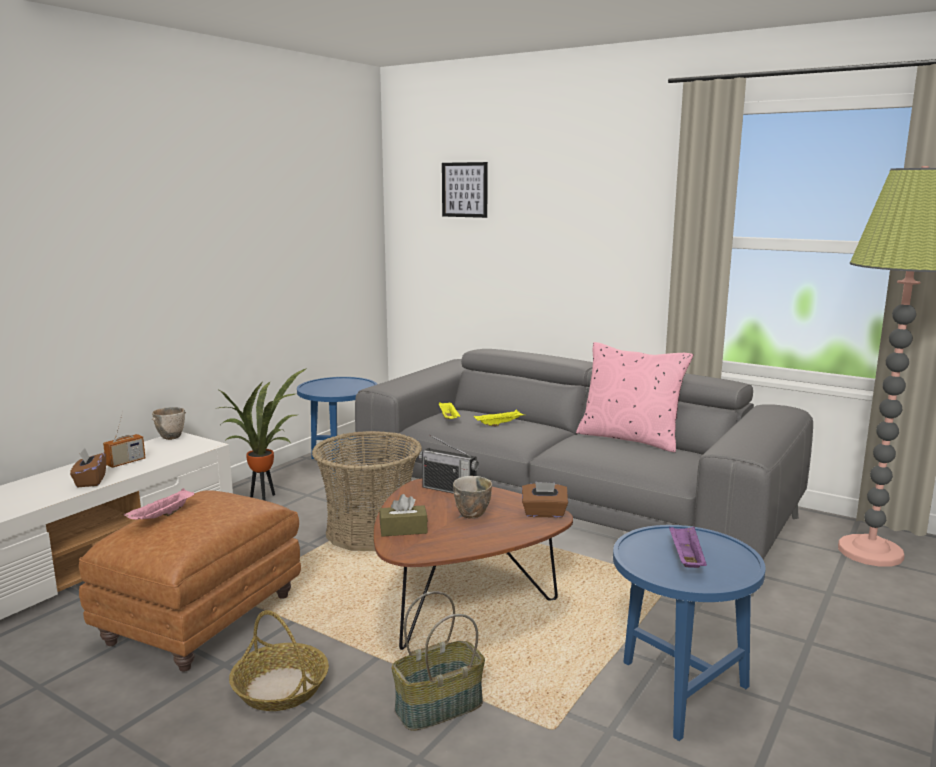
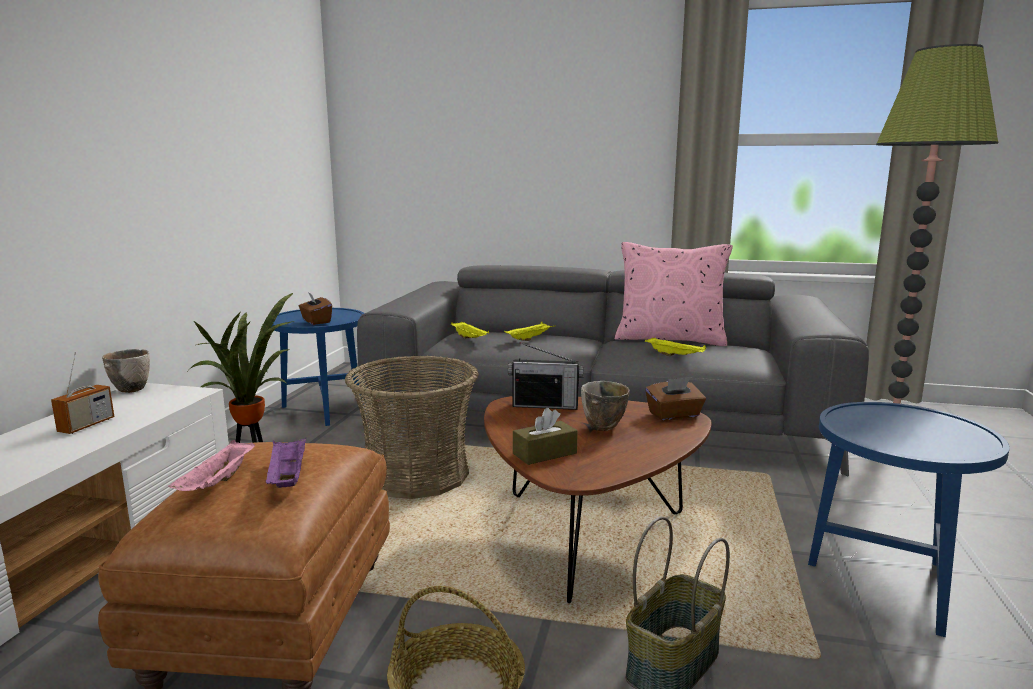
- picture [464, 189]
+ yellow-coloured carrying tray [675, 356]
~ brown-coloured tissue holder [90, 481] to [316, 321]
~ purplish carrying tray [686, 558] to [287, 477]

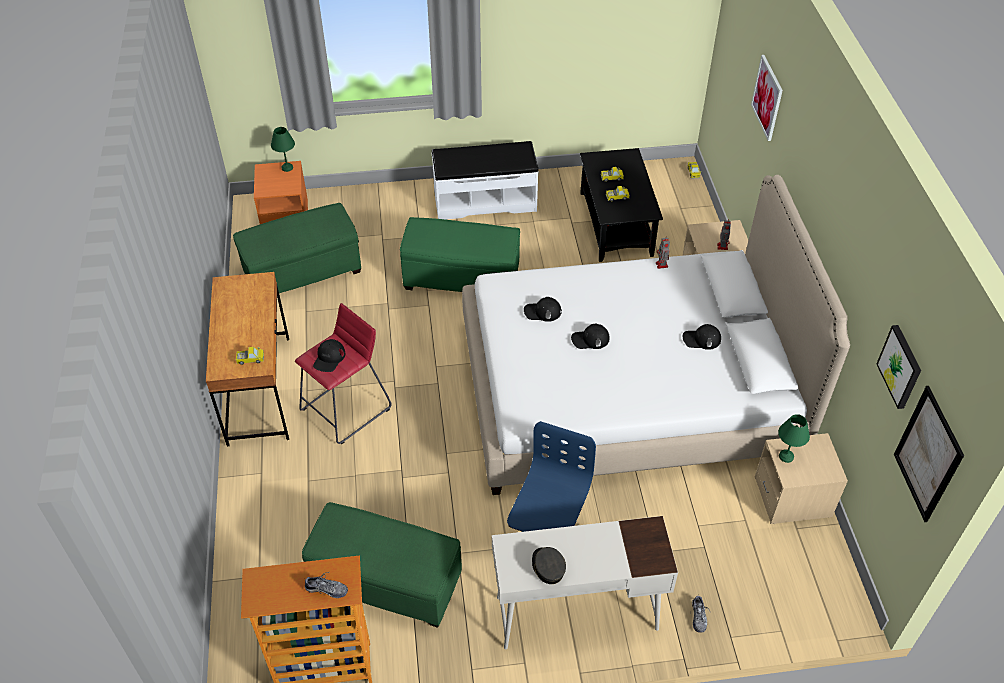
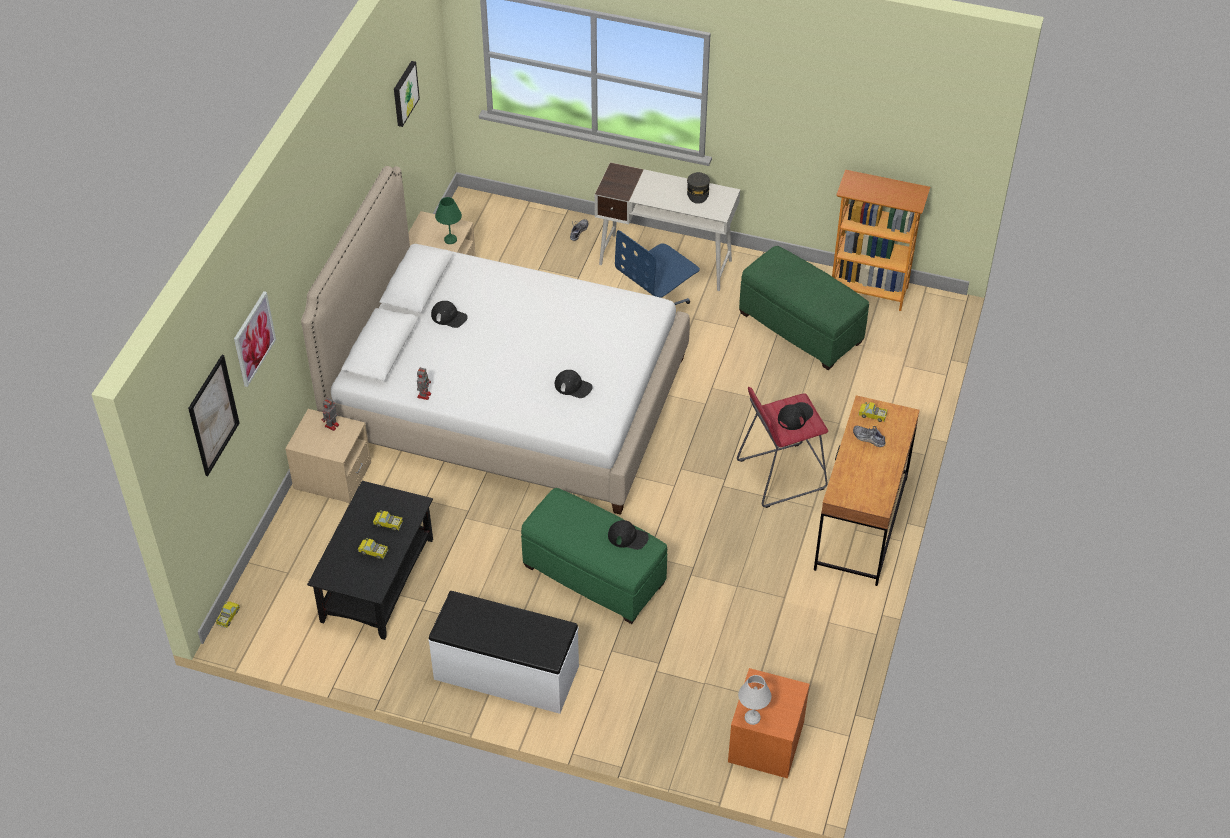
- green-coloured ottoman [302, 272]
~ low shoe [326, 589] to [868, 438]
~ black-coloured peaked cap [590, 339] to [628, 537]
~ picture [927, 454] to [213, 415]
~ green-coloured tabletop lamp [286, 168] to whitish tabletop lamp [753, 717]

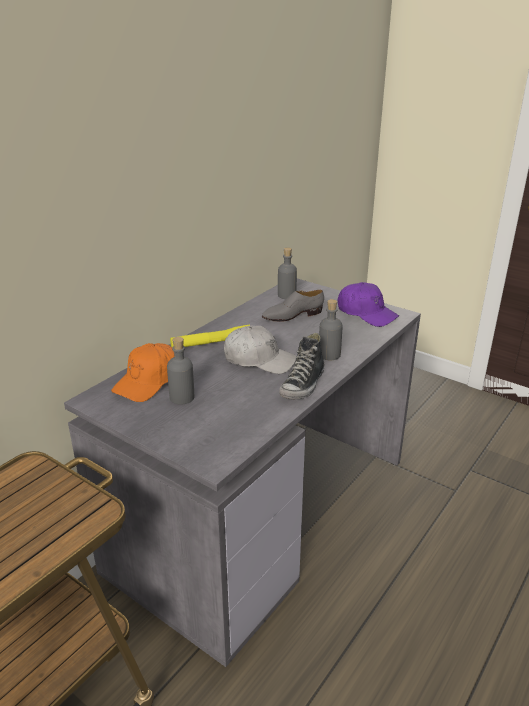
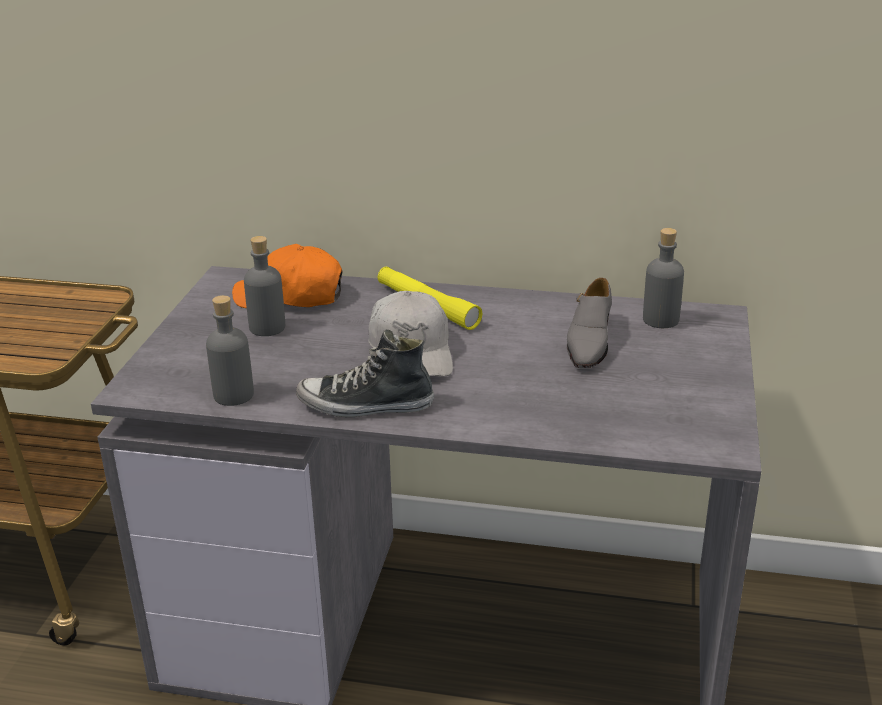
- purplish peaked cap [366, 313]
~ greyish drink bottle [329, 355] to [233, 395]
~ greyish low shoe [292, 315] = [588, 343] 120 degrees counterclockwise

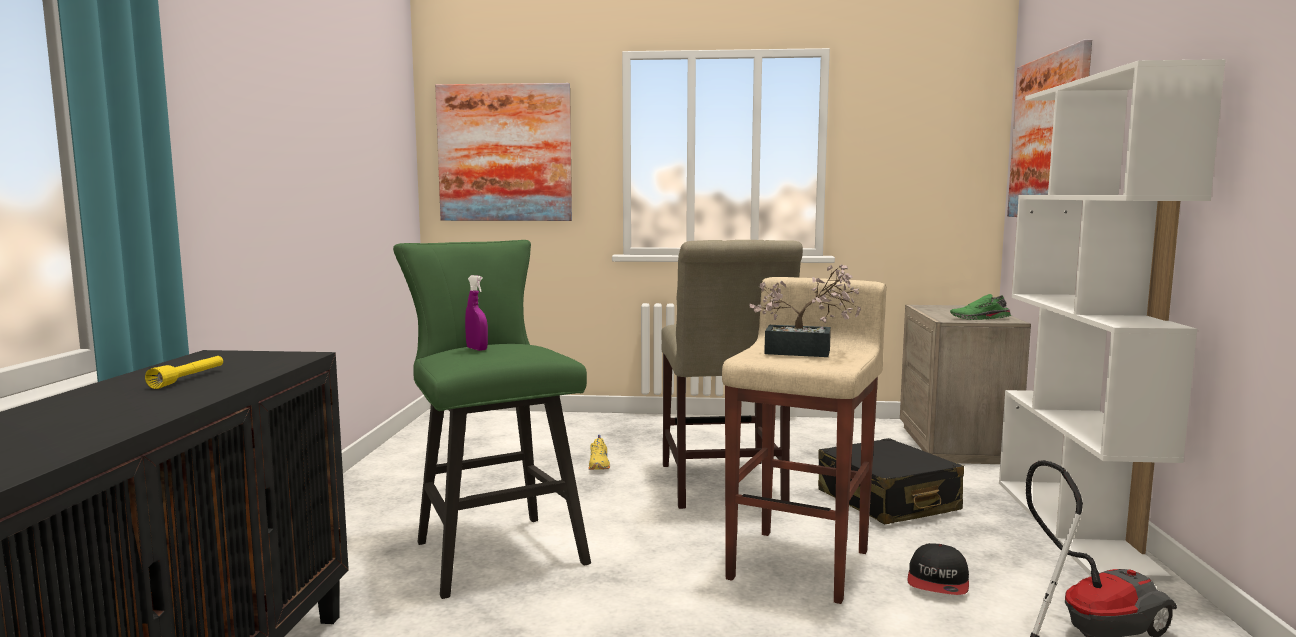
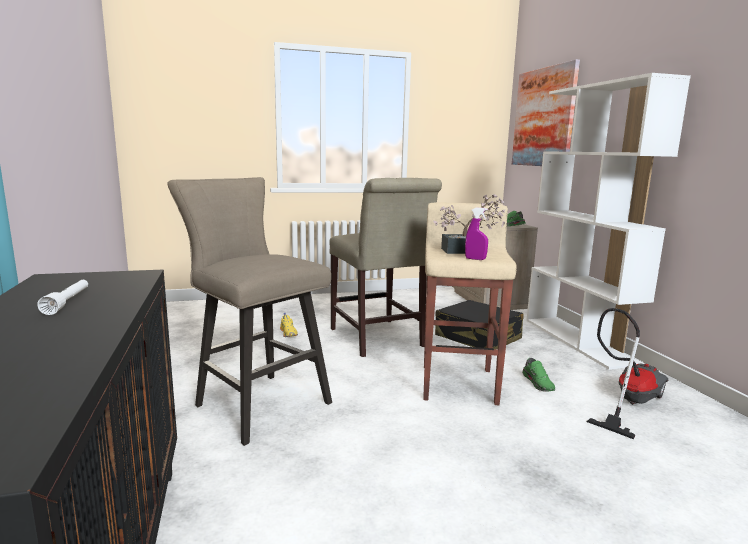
- picture [505, 153]
~ purplish hand sprayer [477, 349] to [475, 259]
~ peaked cap [938, 582] to green-coloured low shoe [539, 383]
~ yellow-coloured flashlight [188, 379] to whitish flashlight [68, 302]
~ green-coloured stool seat [493, 549] to beige stool seat [256, 402]

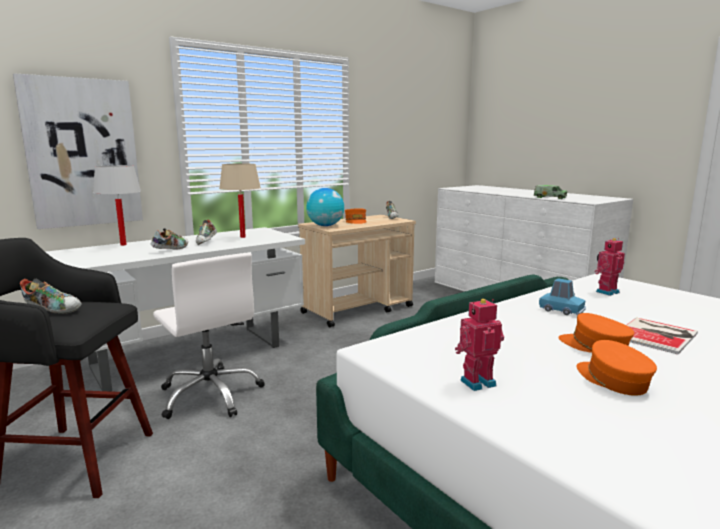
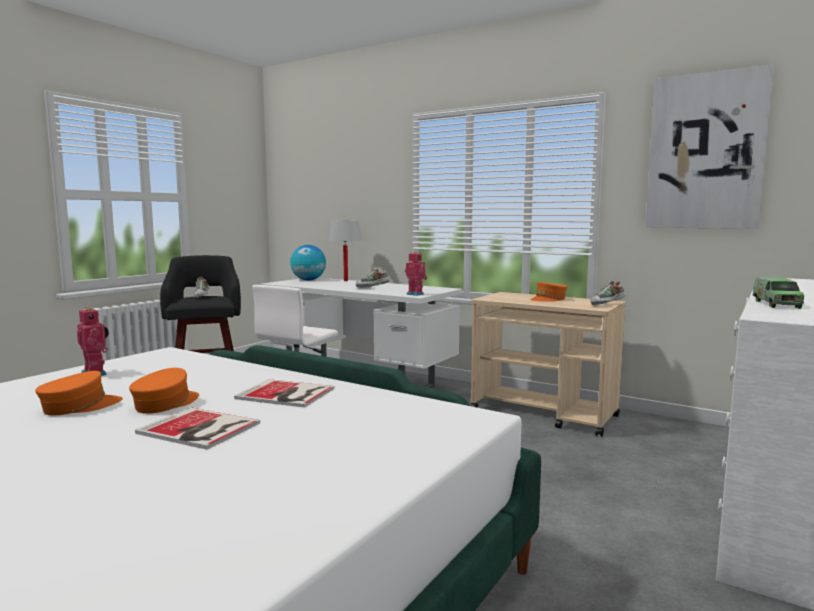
- low shoe [170, 250]
- beige tabletop lamp [243, 237]
~ picture [82, 153] to [705, 152]
~ globe [325, 226] to [308, 280]
~ toy robot [606, 292] to [416, 294]
~ blue-coloured toy car [561, 310] to book [286, 394]

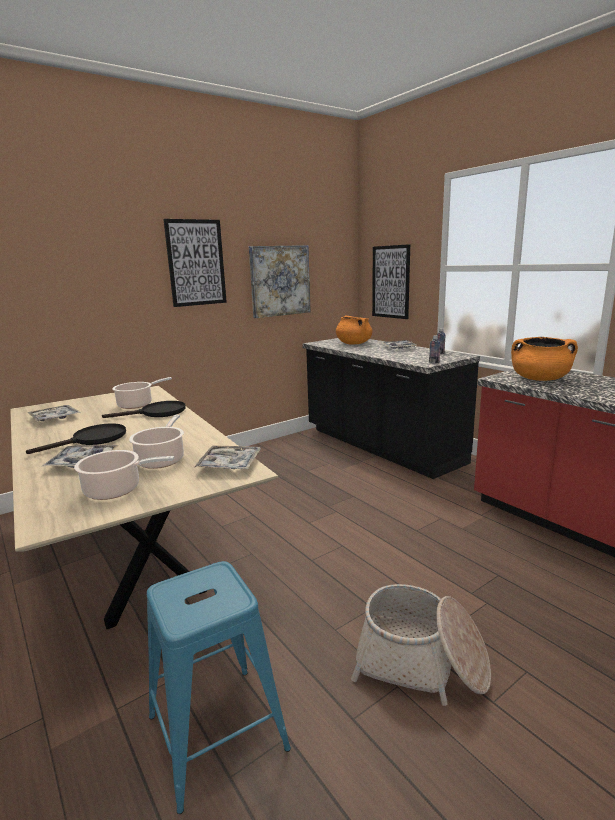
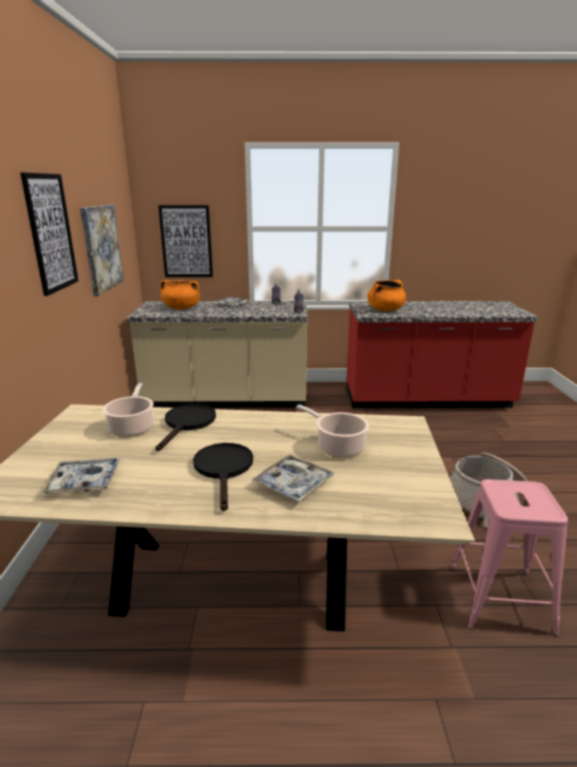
- saucepot [116, 490]
- carrying tray [229, 464]
~ blue-coloured stool seat [217, 731] to pink-coloured stool seat [499, 598]
~ black-coloured kitchen counter [380, 446] to beige kitchen counter [226, 400]

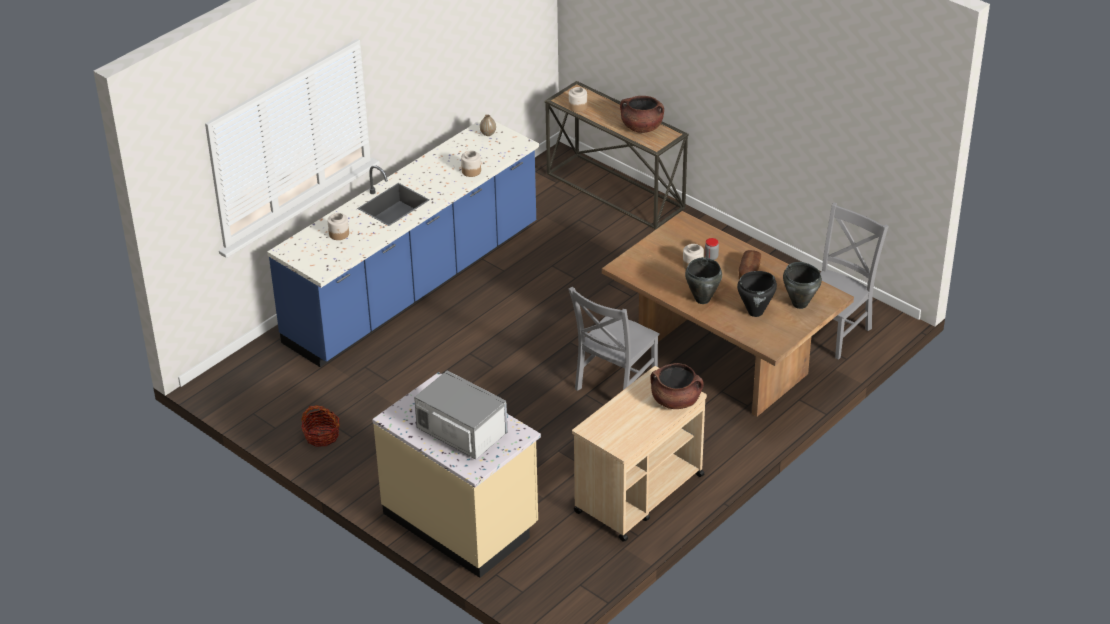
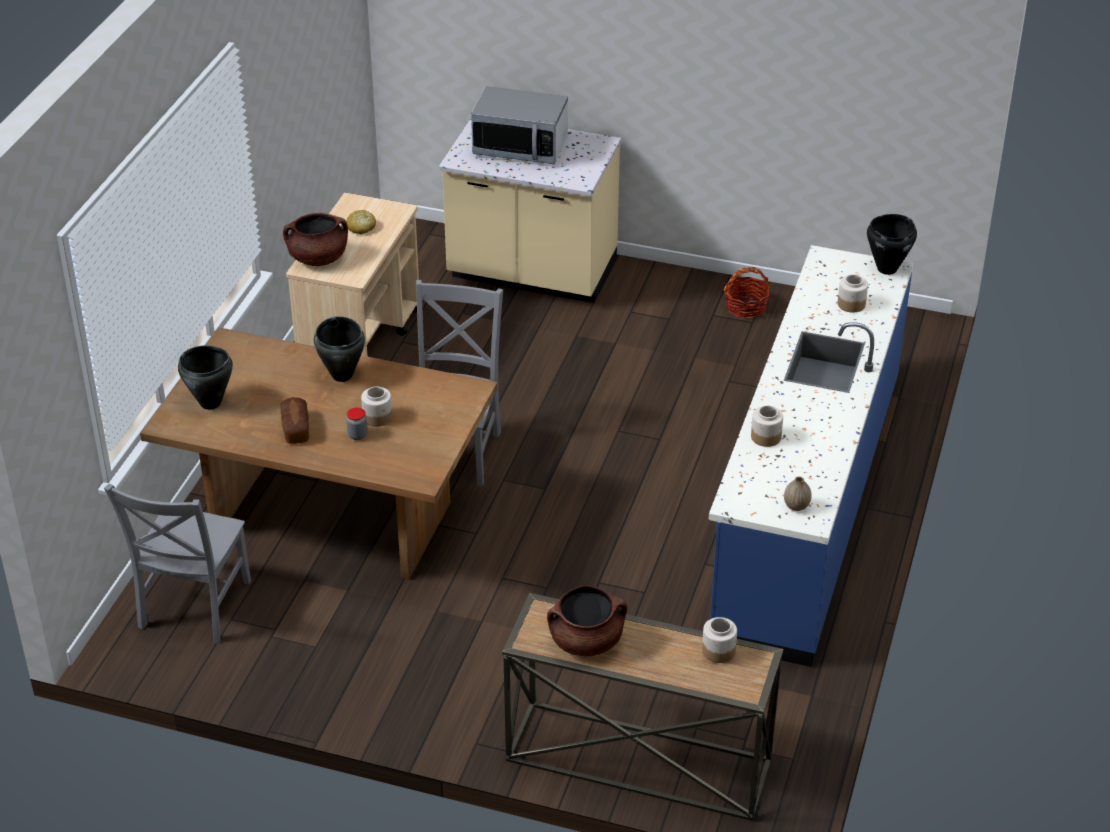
+ bakery bread [361, 227]
~ black-coloured saucepot [755, 312] to [886, 269]

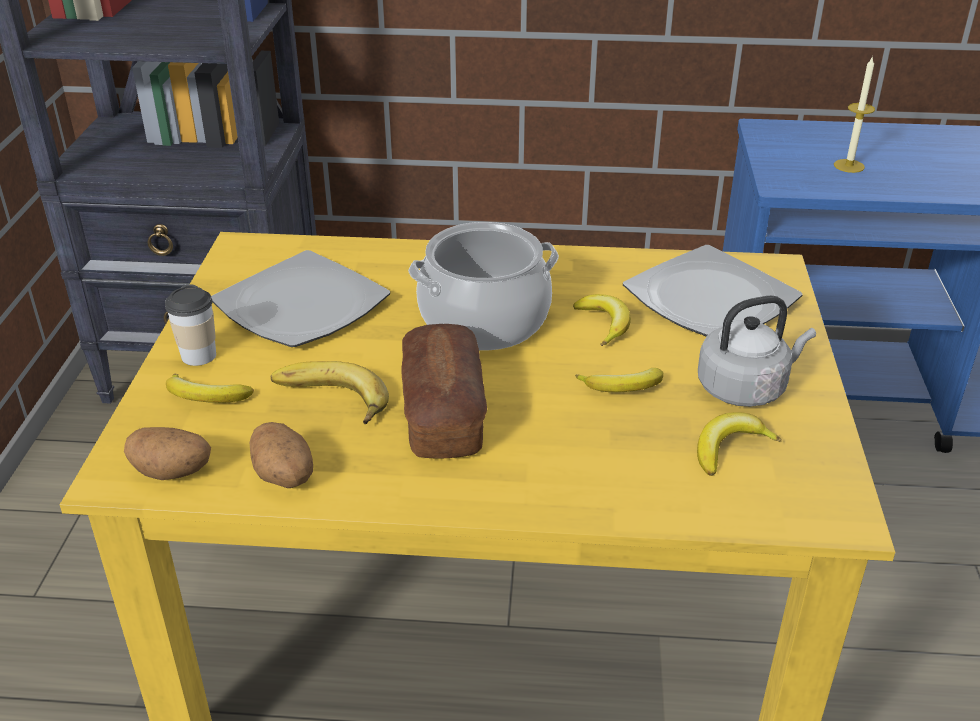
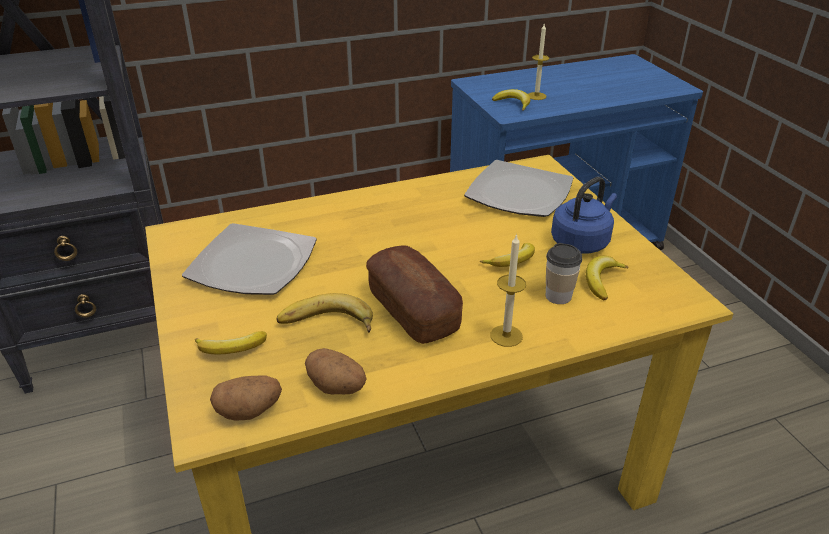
- saucepot [484, 321]
+ wax light [506, 336]
~ cup [198, 356] to [558, 296]
~ whole banana [604, 324] to [513, 104]
~ greyish water kettle [745, 388] to blue-coloured water kettle [582, 242]

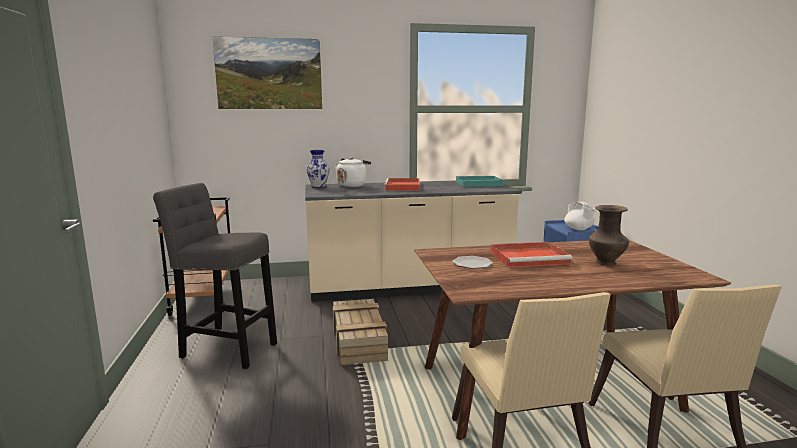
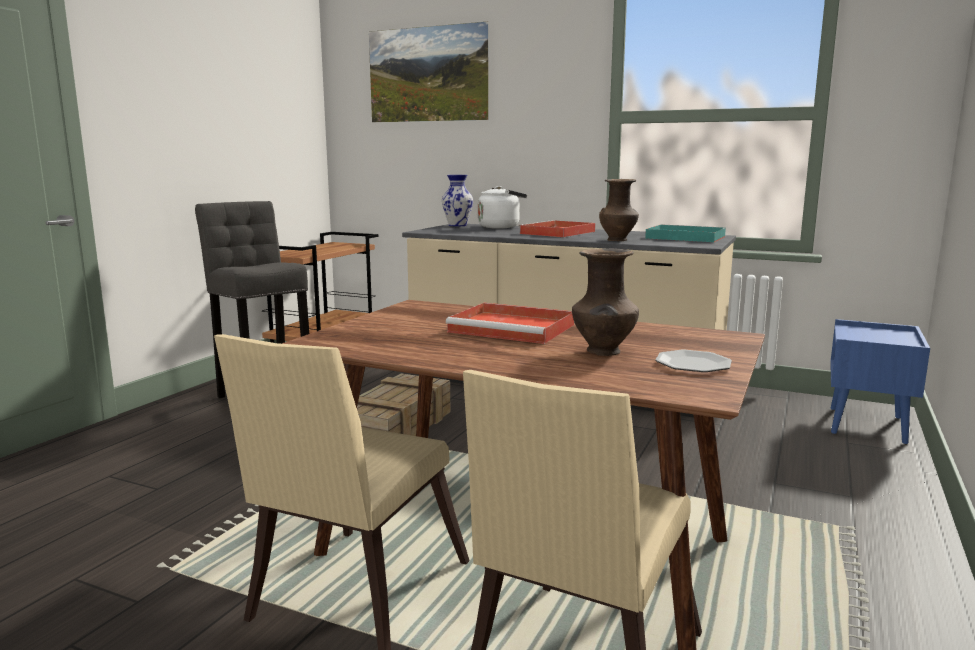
- whitish teapot [579, 229]
+ brown-coloured flower vase [618, 240]
~ flat dish [472, 264] to [692, 364]

